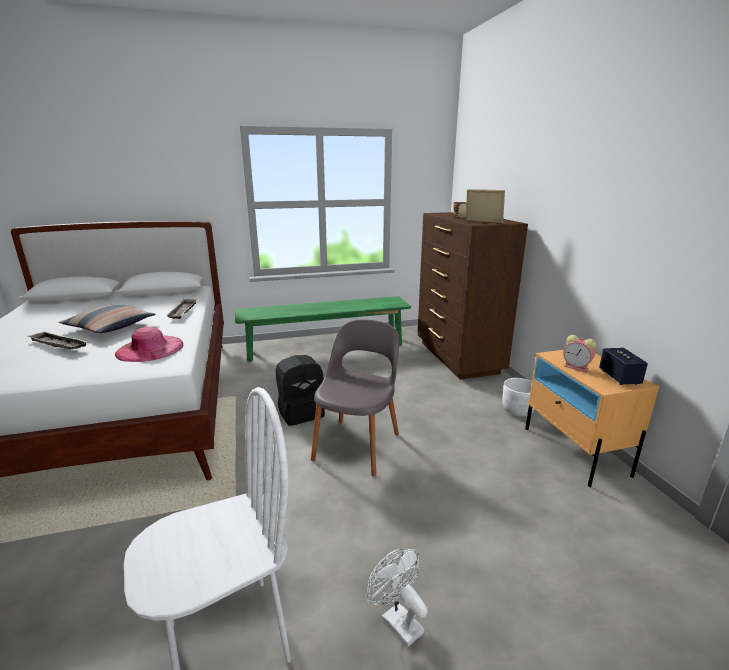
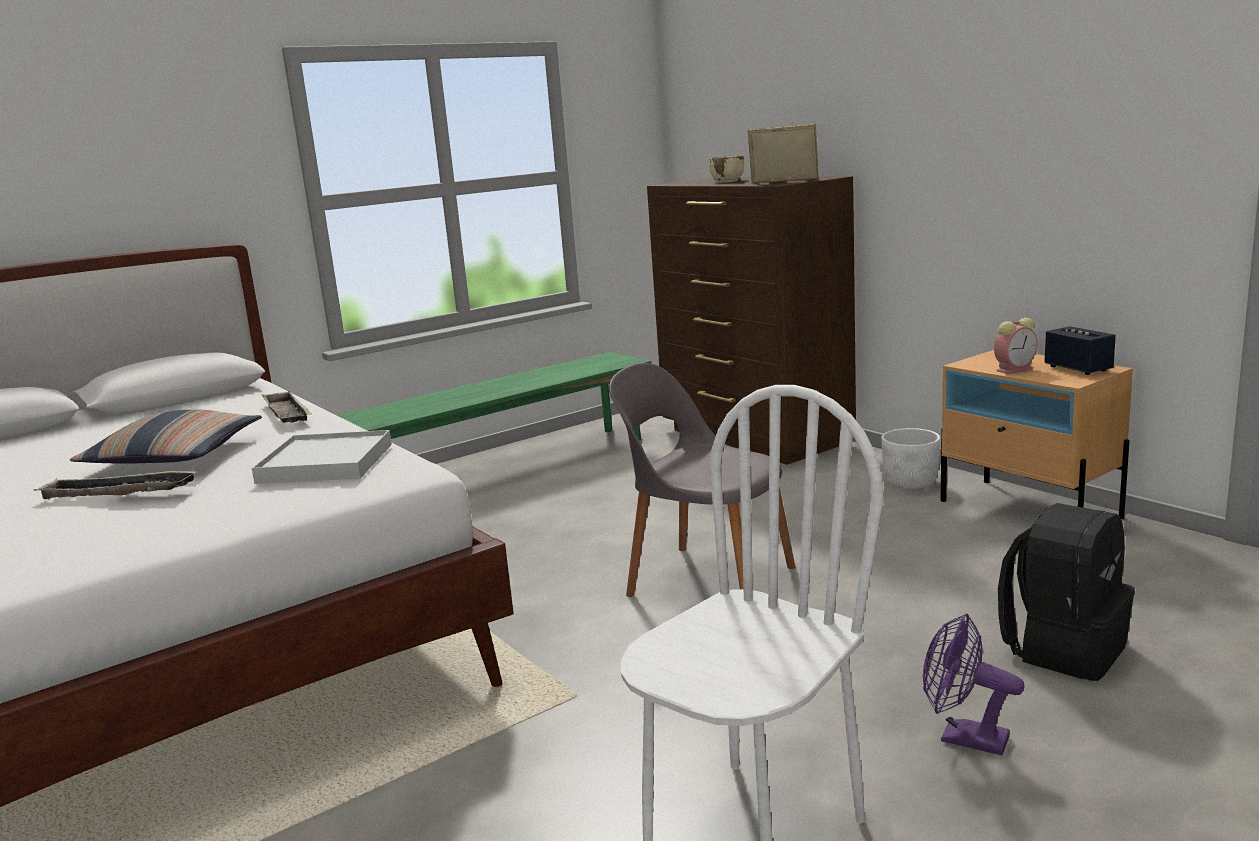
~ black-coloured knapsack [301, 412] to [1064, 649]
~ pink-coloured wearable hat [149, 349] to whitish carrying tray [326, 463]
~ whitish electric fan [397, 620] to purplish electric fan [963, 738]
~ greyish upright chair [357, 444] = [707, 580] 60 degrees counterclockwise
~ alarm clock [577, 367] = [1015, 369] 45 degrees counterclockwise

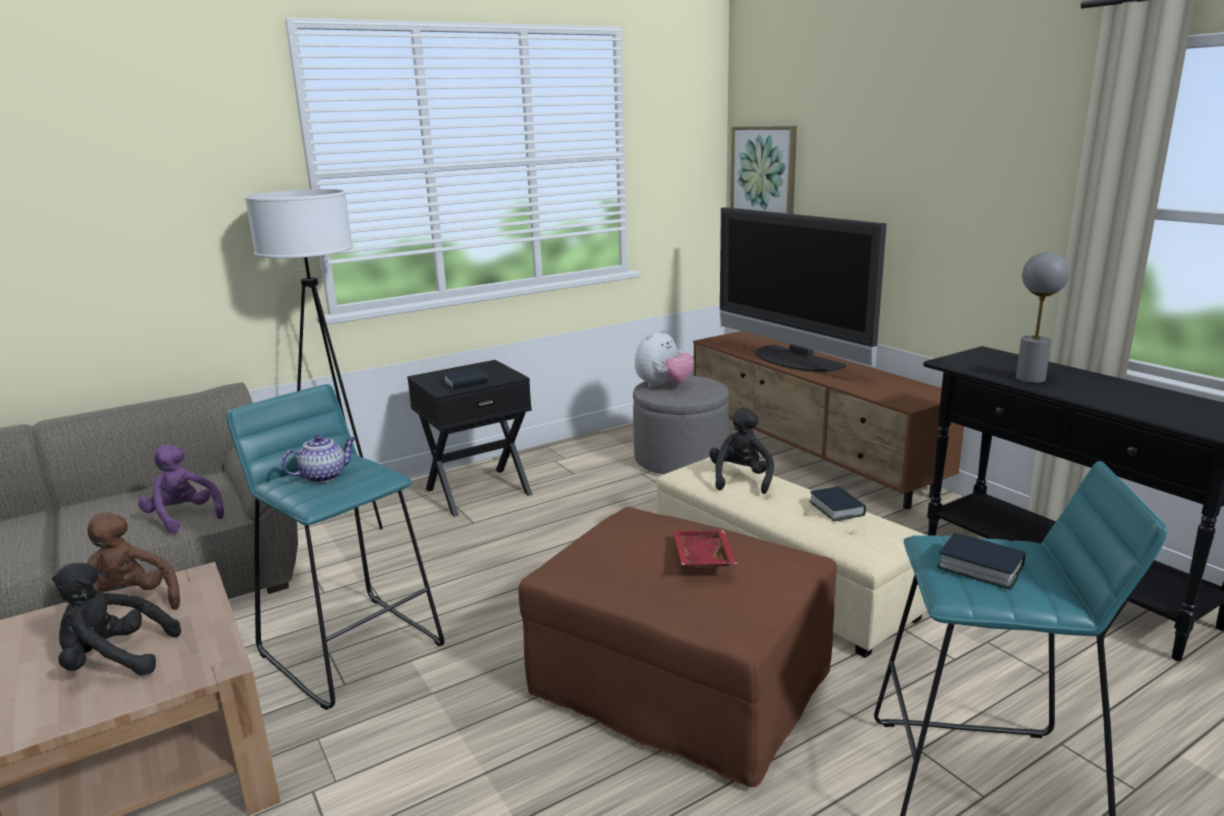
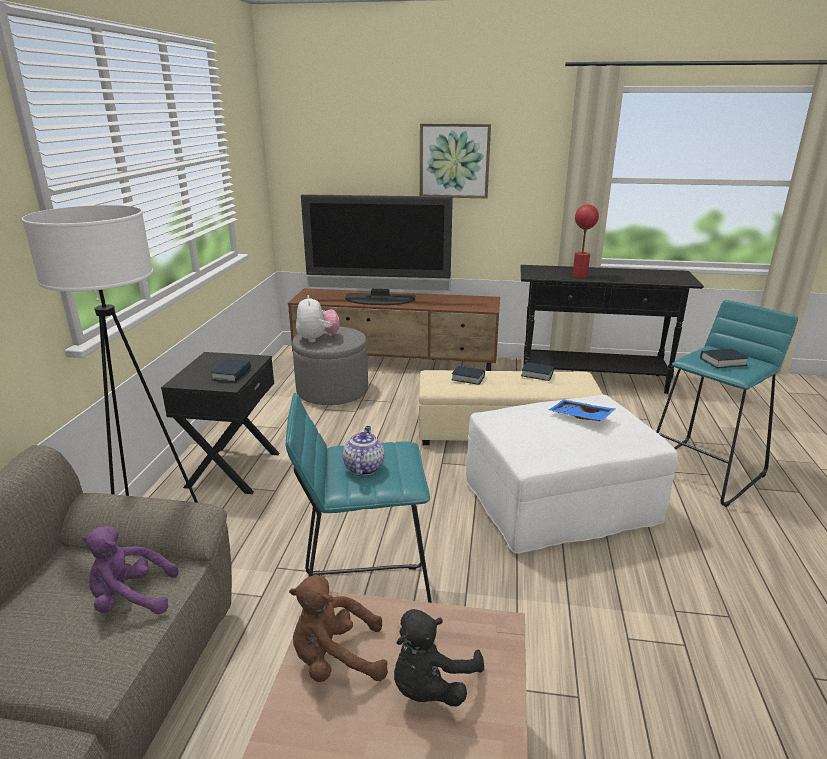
~ picture [764, 172] to [454, 161]
~ black-coloured plush toy [741, 479] to book [468, 378]
~ brown-coloured ottoman [678, 686] to whitish ottoman [559, 505]
~ red-coloured carrying tray [701, 558] to blue-coloured carrying tray [580, 417]
~ greyish tabletop lamp [1030, 379] to red-coloured tabletop lamp [580, 275]

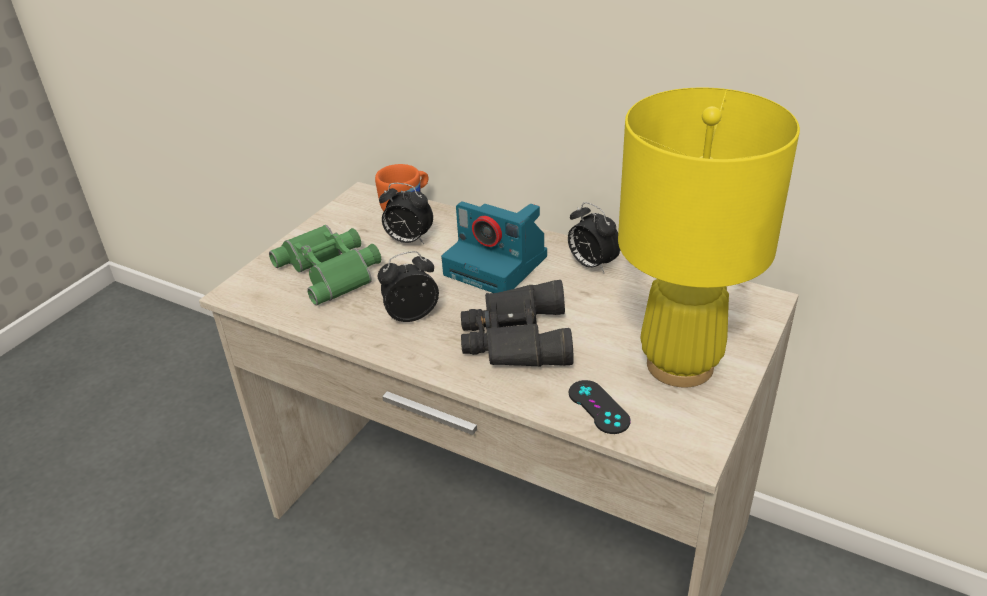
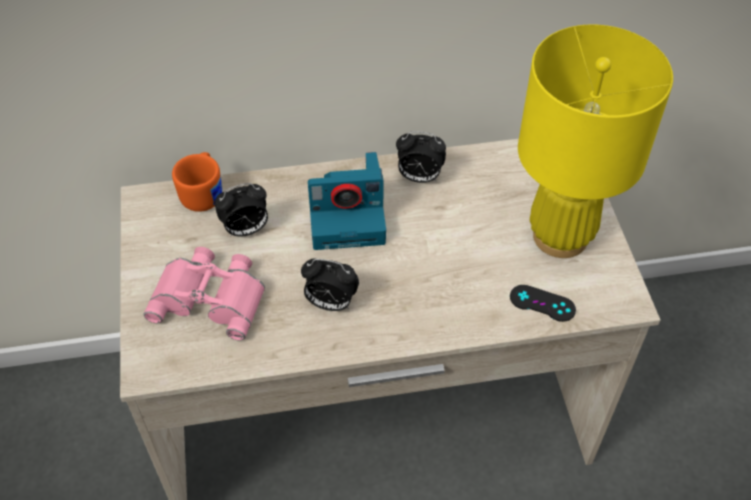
- black-coloured field glasses [514, 338]
~ green-coloured field glasses [332, 270] to pink-coloured field glasses [211, 296]
~ alarm clock [411, 315] = [330, 303] 105 degrees counterclockwise

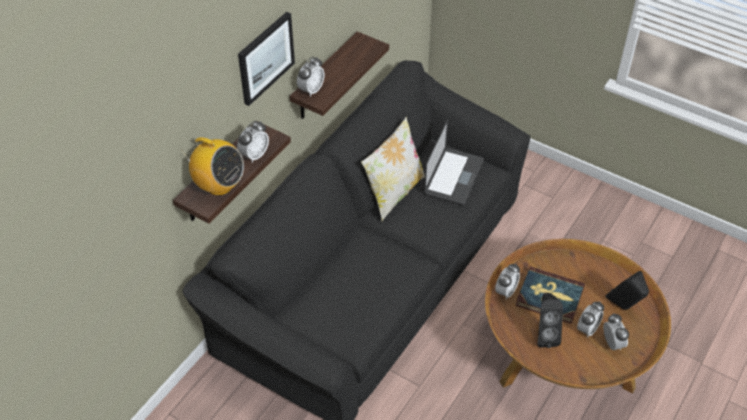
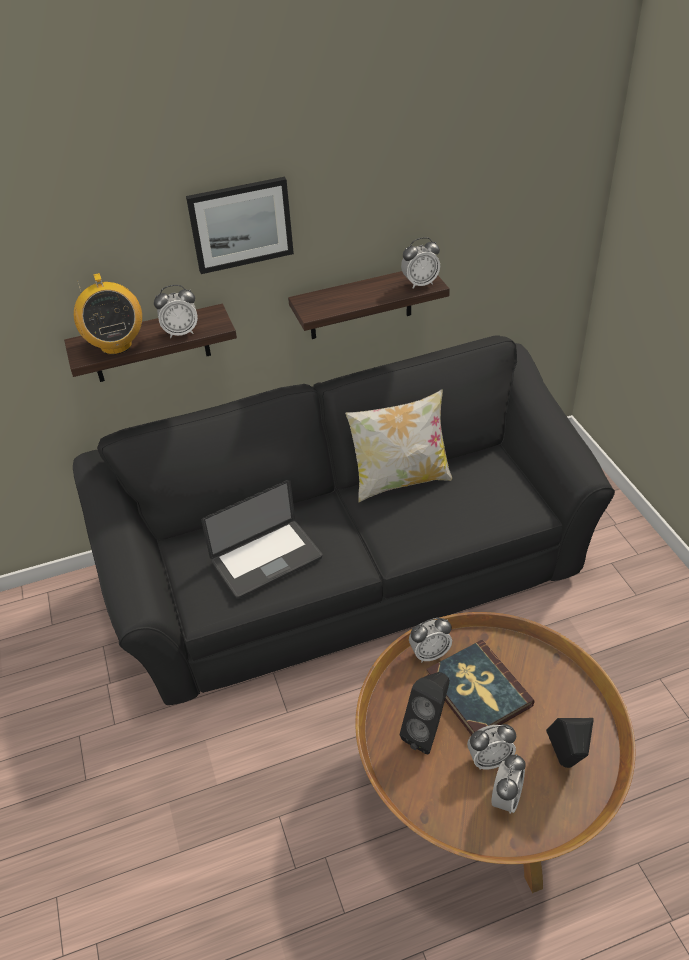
~ alarm clock [311, 90] to [420, 283]
~ notebook computer [454, 177] to [267, 560]

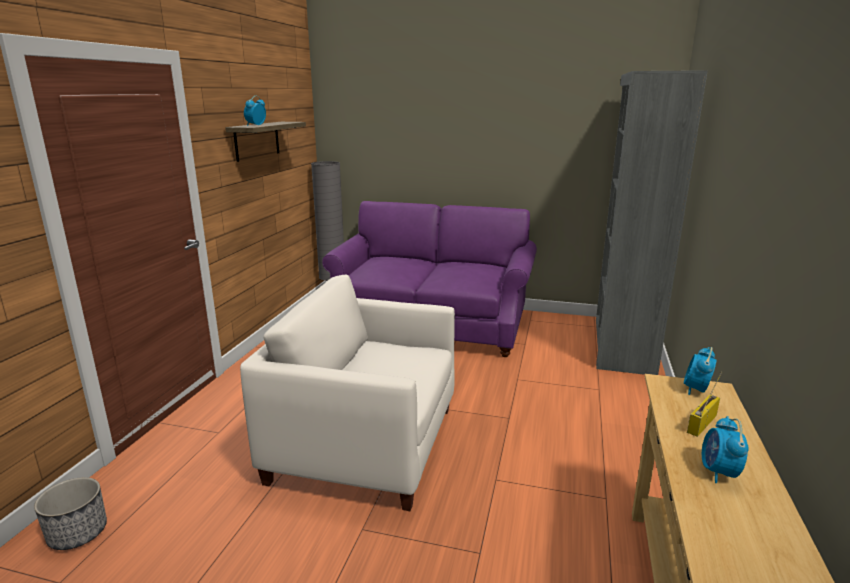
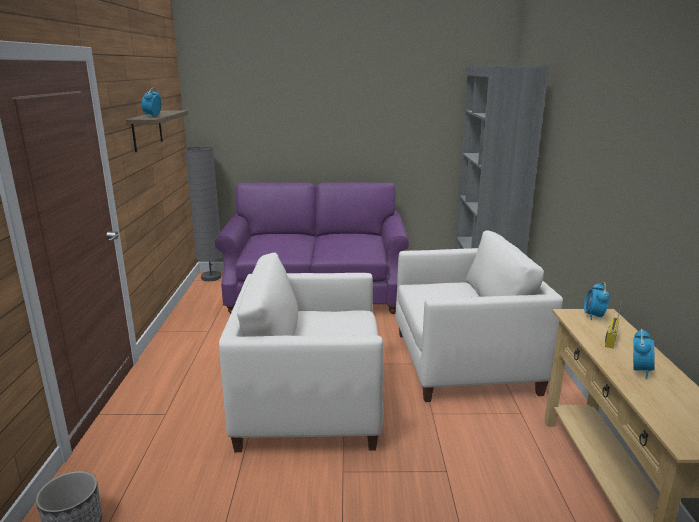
+ whitish easy chair [463, 362]
~ alarm clock [718, 472] = [640, 370] 150 degrees counterclockwise

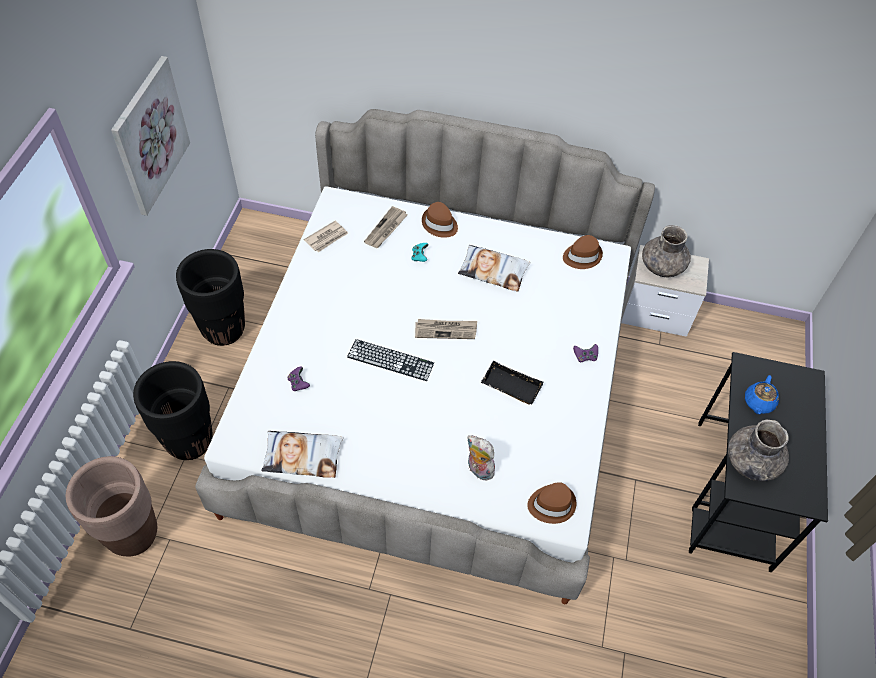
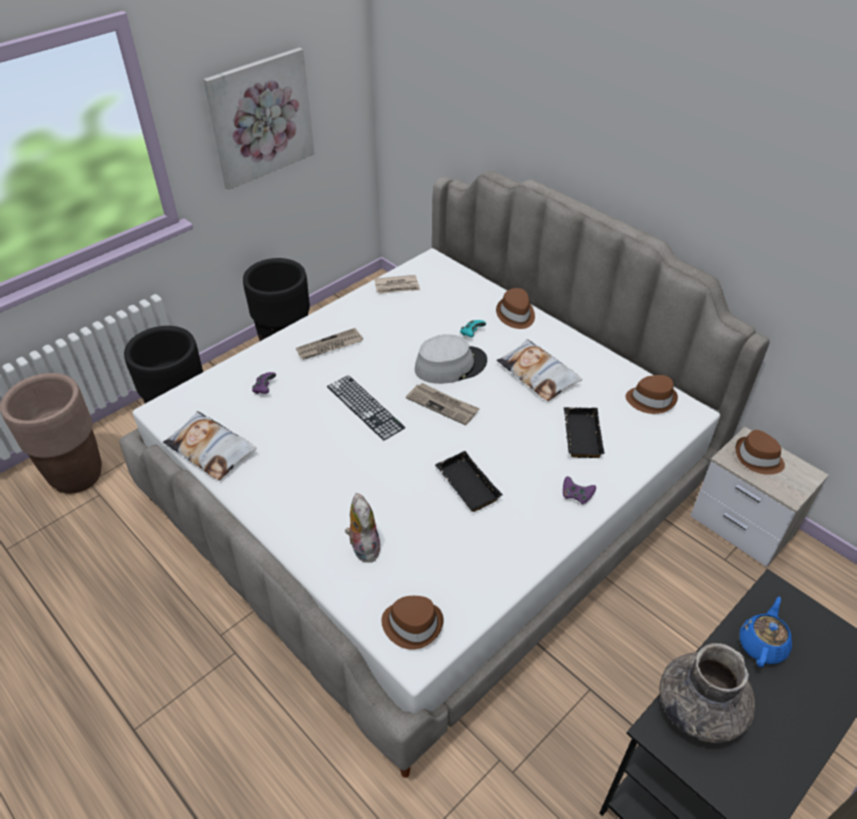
+ greyish wearable hat [450, 365]
+ black-coloured carrying tray [580, 435]
~ newspaper [386, 229] to [329, 346]
~ greyish flower vase [662, 266] to brown-coloured wearable hat [758, 458]
~ blue-coloured teapot [758, 403] = [762, 644] 150 degrees clockwise

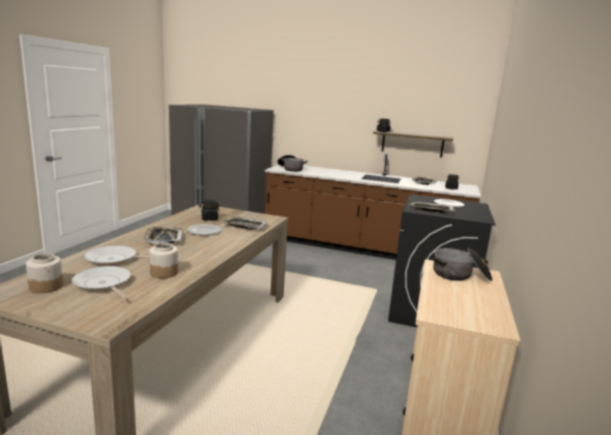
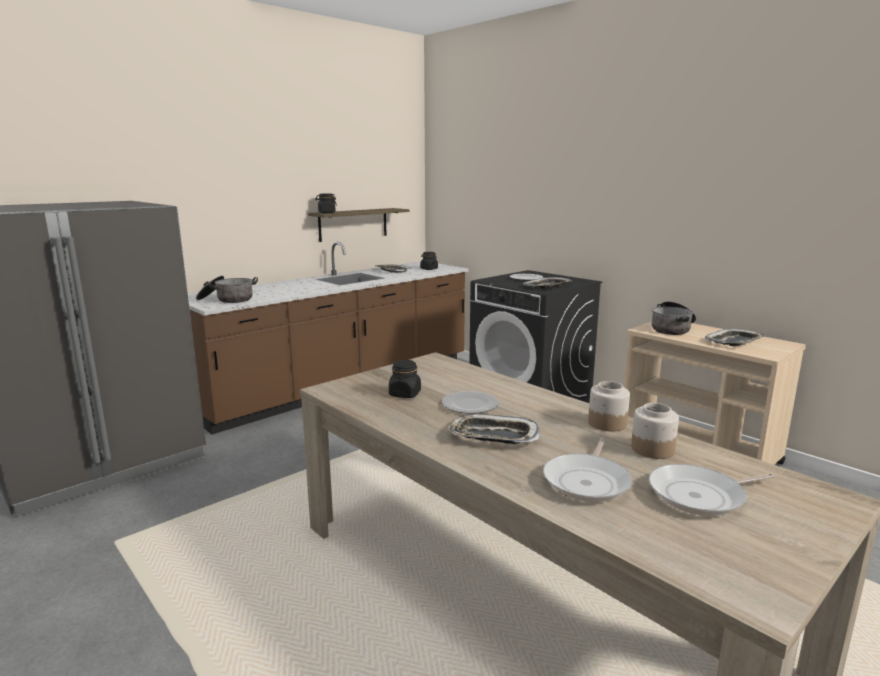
~ preserve jar [46, 286] to [606, 423]
~ carrying tray [244, 226] to [734, 342]

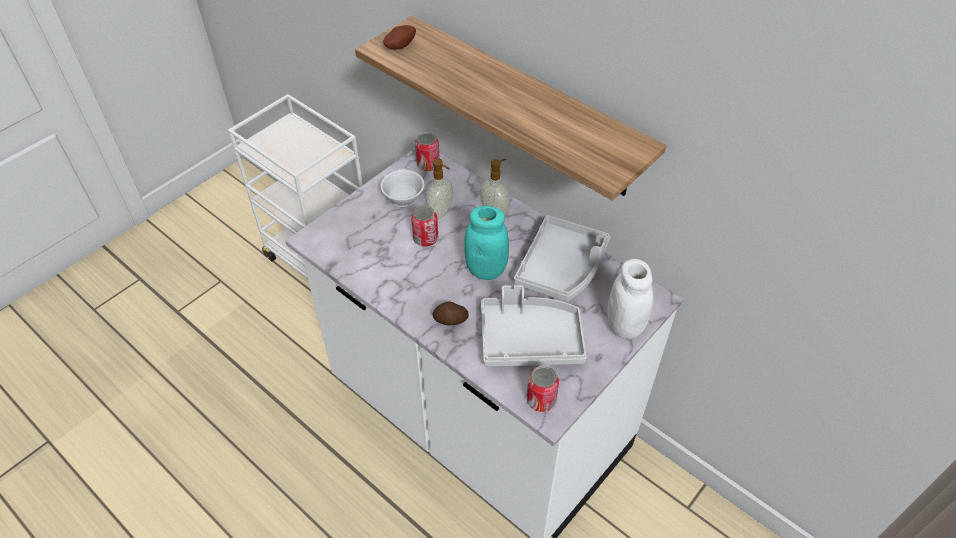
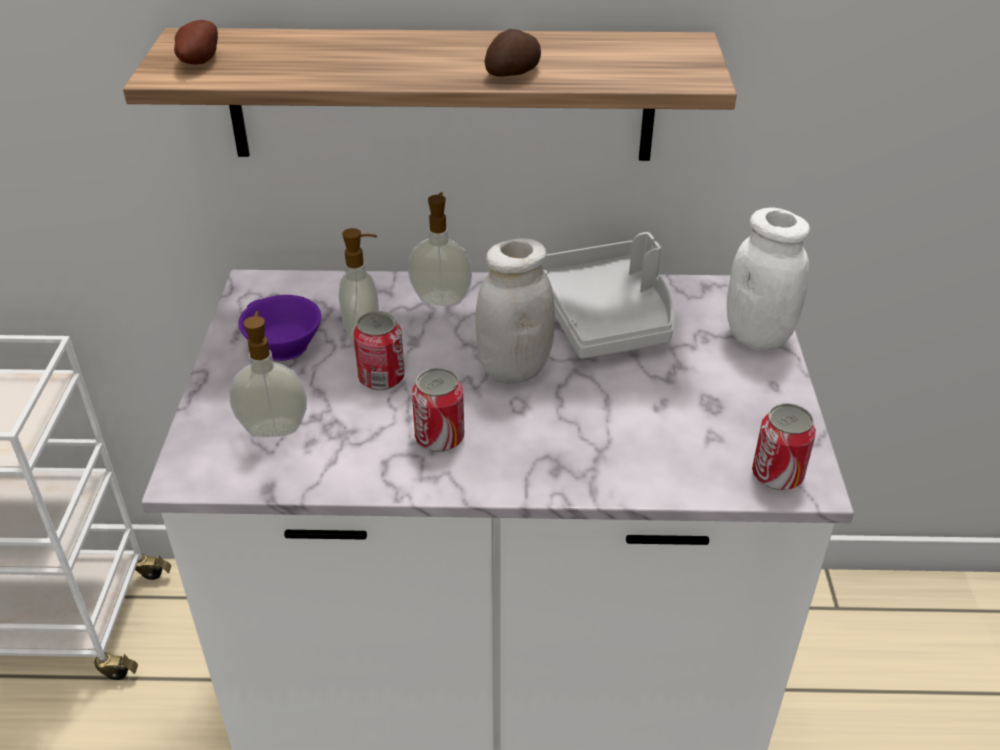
- greyish carrying tray [530, 339]
+ liquid soap bottle [274, 428]
~ can [428, 165] to [439, 437]
~ spud [450, 320] to [514, 73]
~ whitish cup [402, 197] to purplish cup [280, 346]
~ blue-green preserve jar [486, 270] to whitish preserve jar [514, 369]

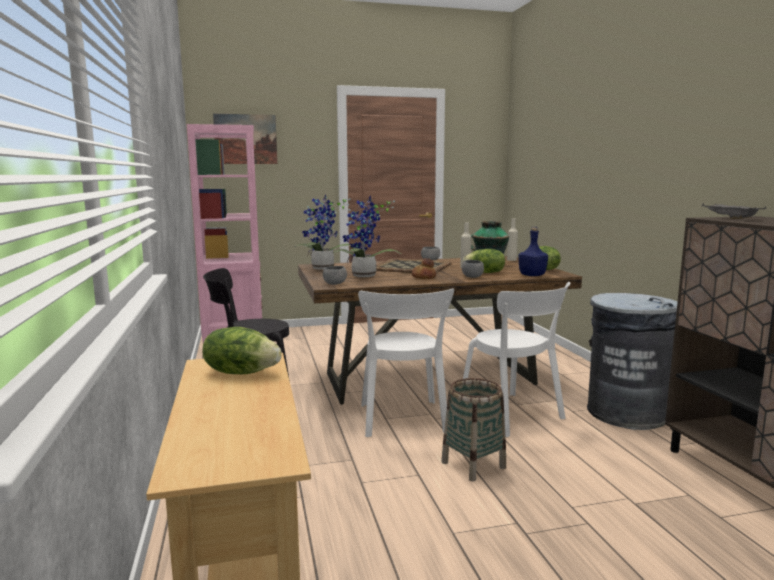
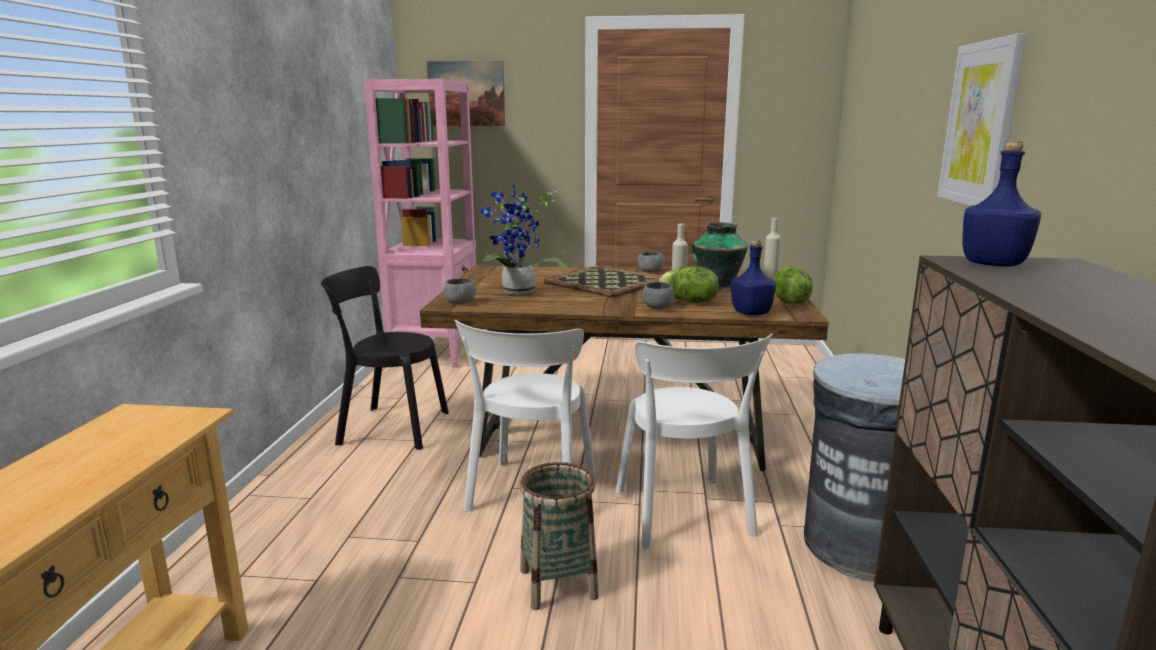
- lettuce head [241, 372]
- potted plant [323, 269]
- bakery bread [423, 277]
+ picture [980, 124]
~ greyish carrying tray [729, 218] to blue-coloured drink bottle [992, 264]

